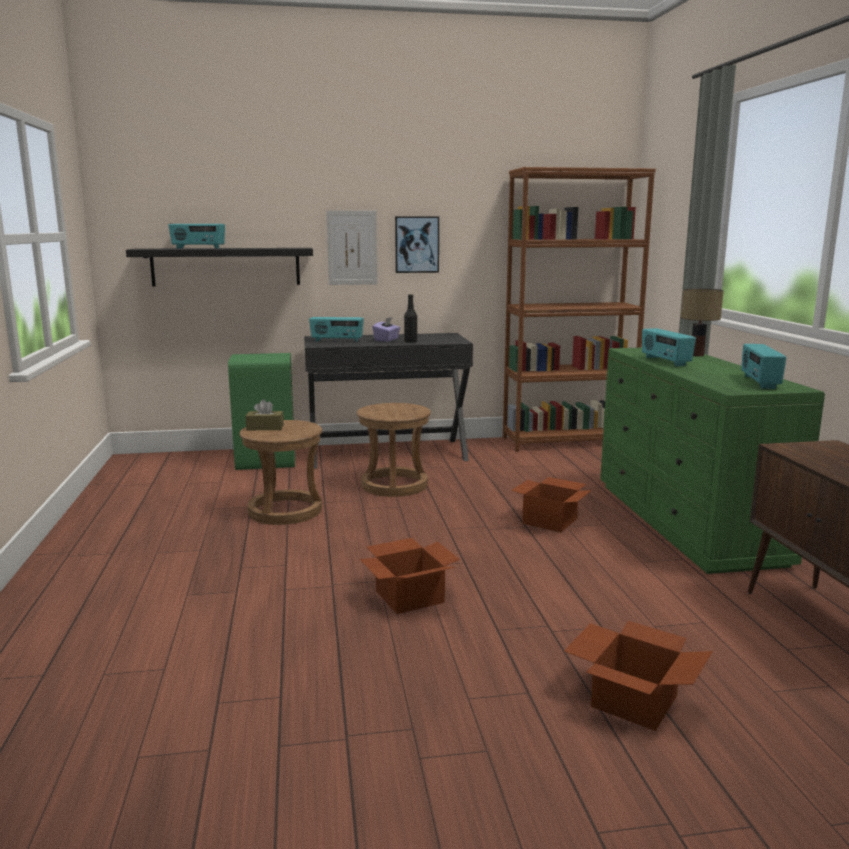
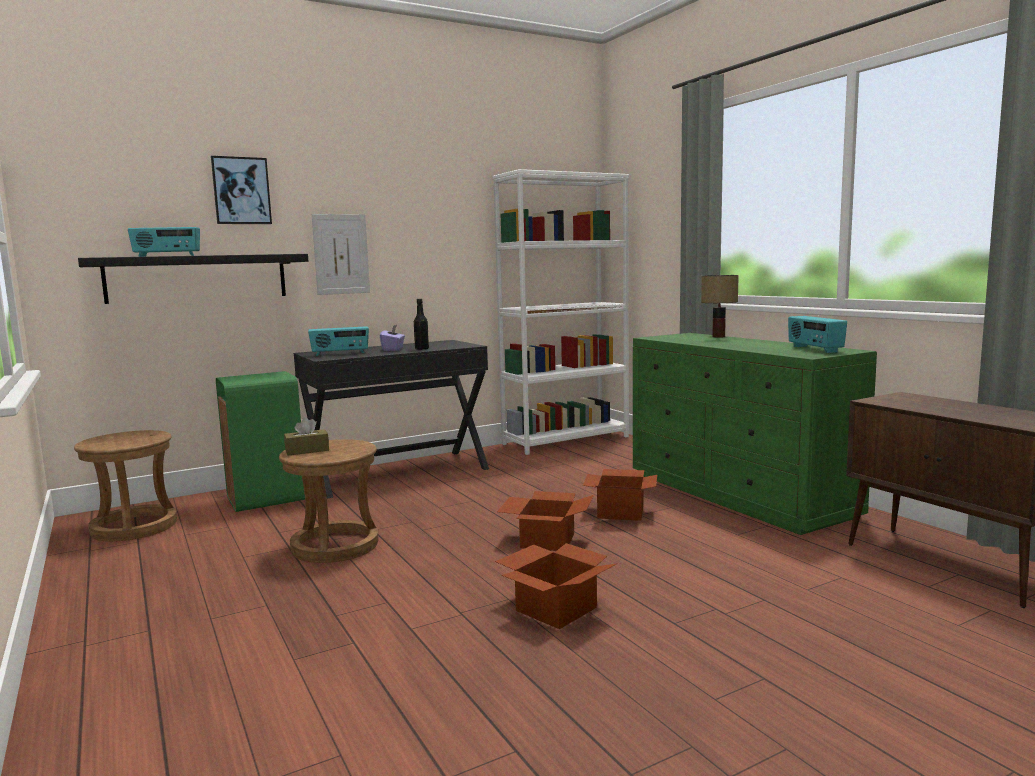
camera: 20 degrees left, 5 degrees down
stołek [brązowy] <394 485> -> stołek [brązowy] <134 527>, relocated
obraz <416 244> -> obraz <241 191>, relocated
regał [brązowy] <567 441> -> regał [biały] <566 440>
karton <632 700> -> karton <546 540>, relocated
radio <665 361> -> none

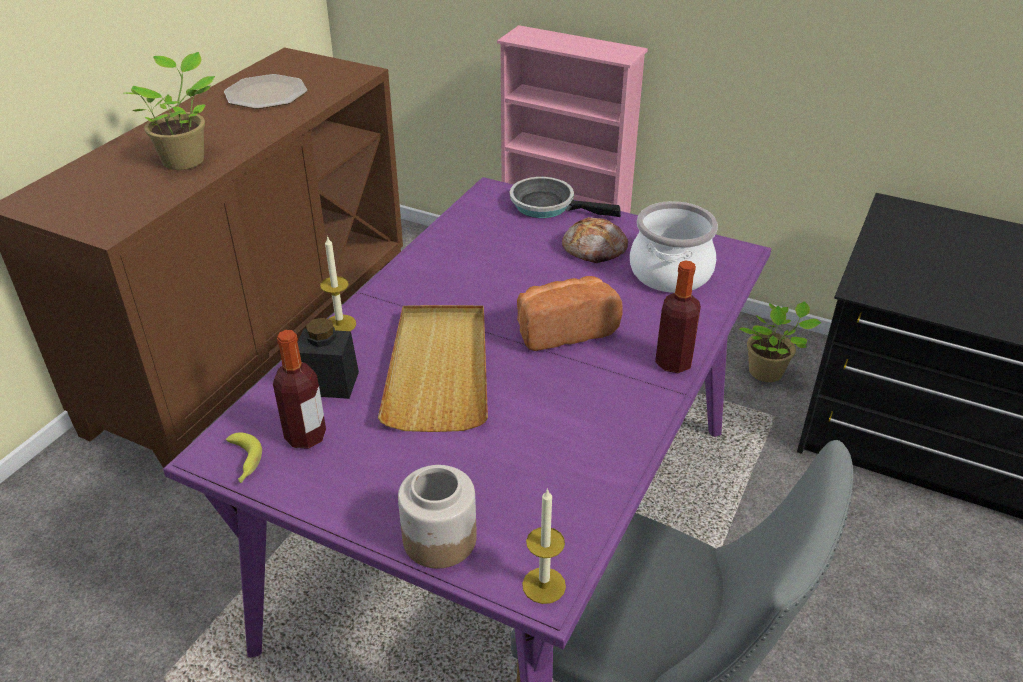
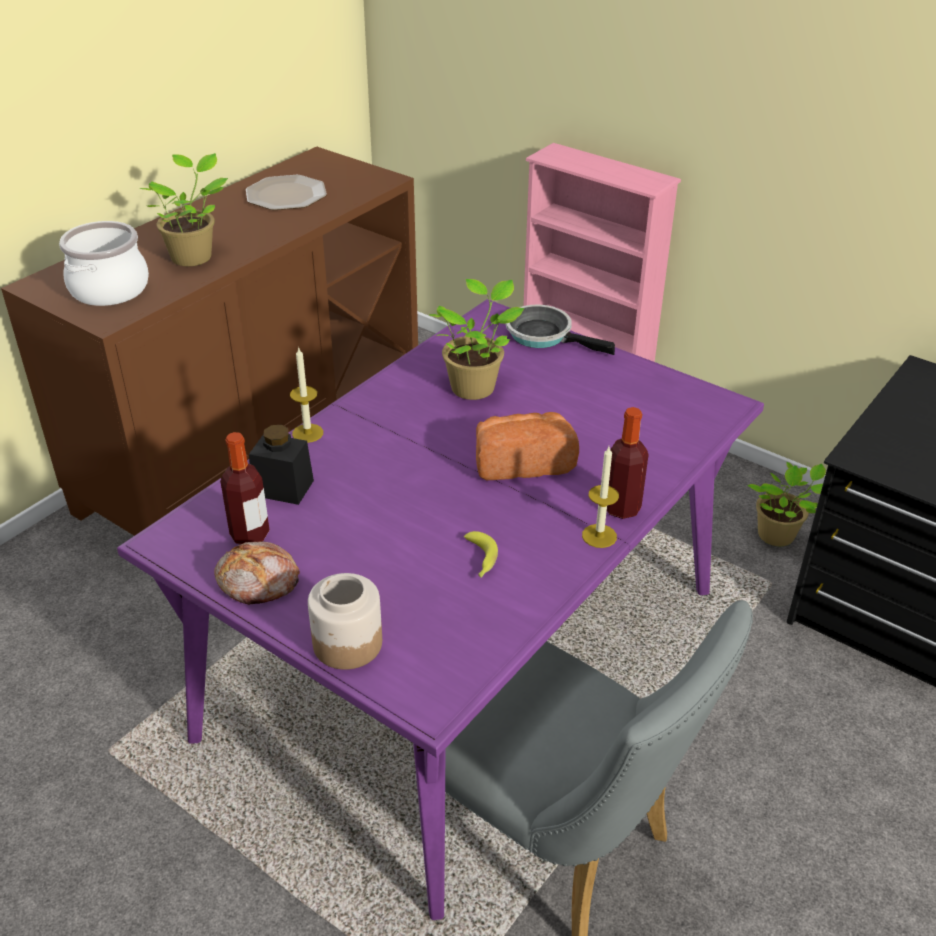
camera: 10 degrees right, 0 degrees up
banan <243 463> -> banan <480 560>, relocated
taca [beżowy] <439 369> -> none
świeca <544 585> -> świeca <599 536>, relocated
chleb <595 249> -> chleb <258 582>, relocated
garnek <671 273> -> garnek <110 290>, relocated
none -> roślina doniczkowa <475 386>

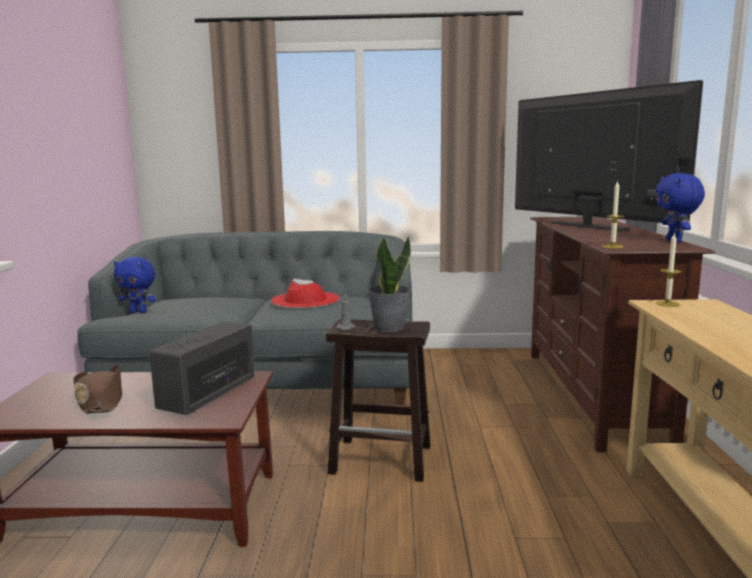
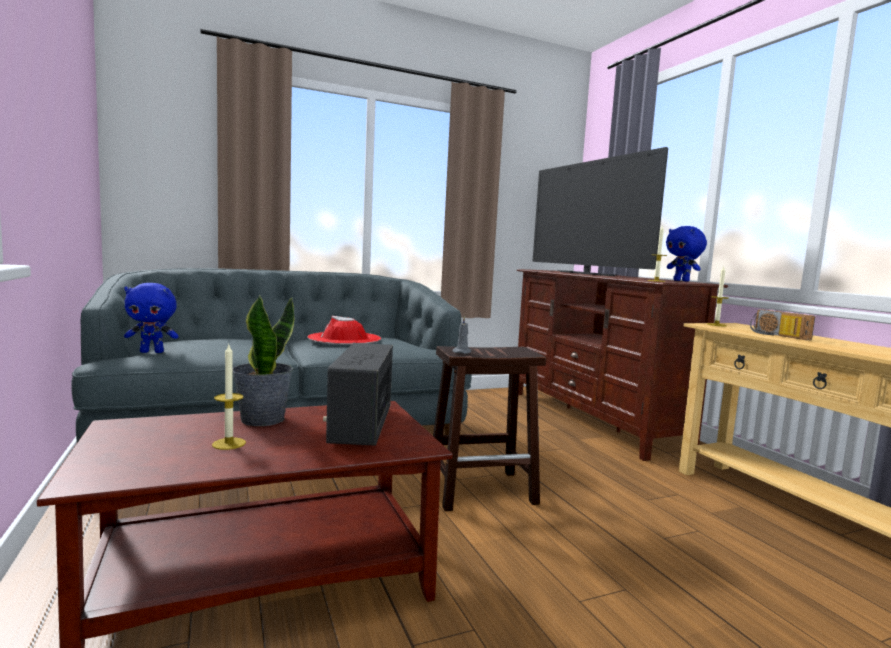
camera: 25 degrees left, 5 degrees down
kapelusz [brązowy] <101 401> -> świeca <229 443>
roślina doniczkowa <389 327> -> roślina doniczkowa <262 419>, relocated
telewizor <587 226> -> telewizor <585 273>, 150 degrees counterclockwise
none -> radio <776 335>

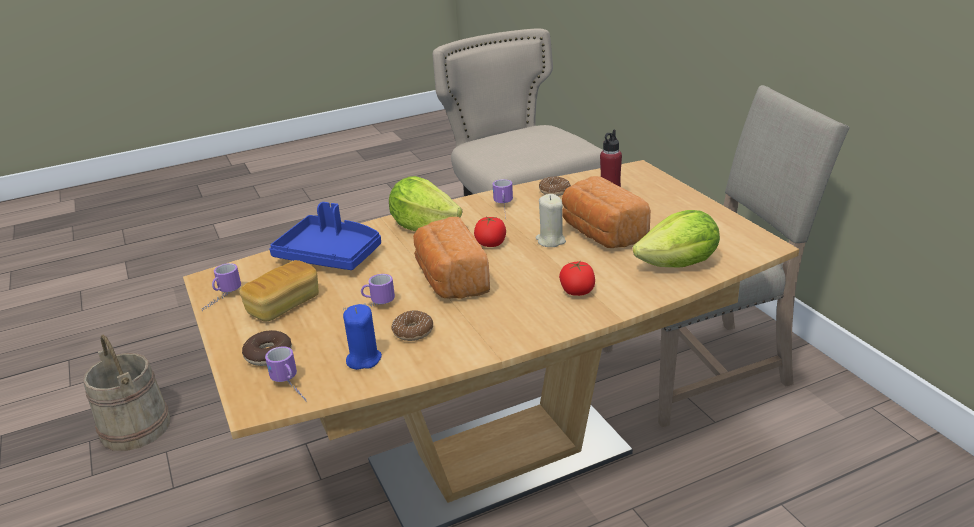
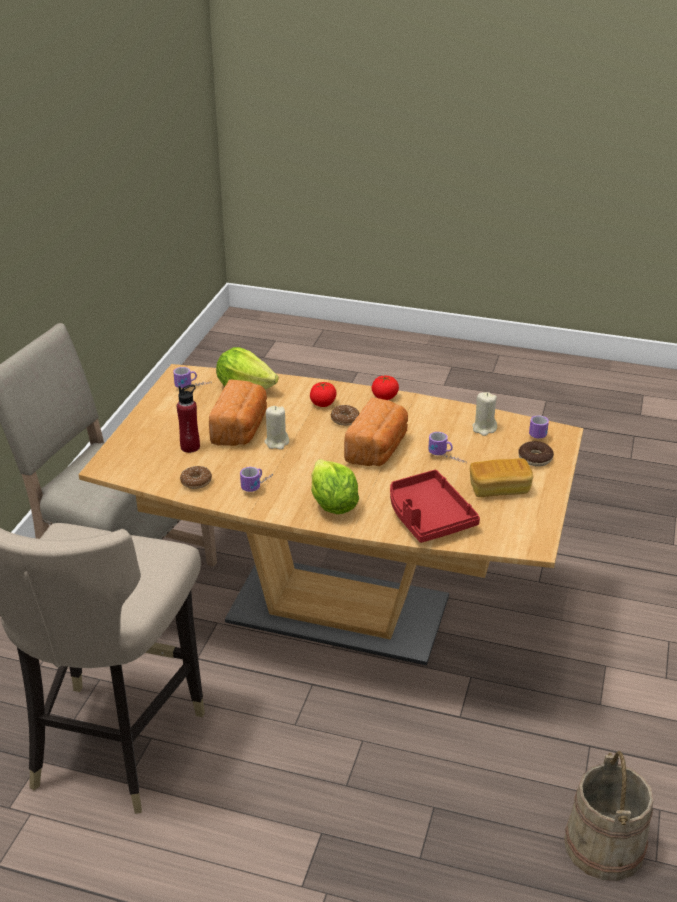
camera: 140 degrees left, 5 degrees up
kubek <221 299> -> kubek <193 387>, relocated
taca [niebieski] <331 255> -> taca [czerwony] <428 517>
świeca [niebieski] <363 359> -> świeca [beżowy] <484 428>
donut <413 331> -> donut <345 419>, relocated
pomidor <490 244> -> pomidor <385 397>, relocated

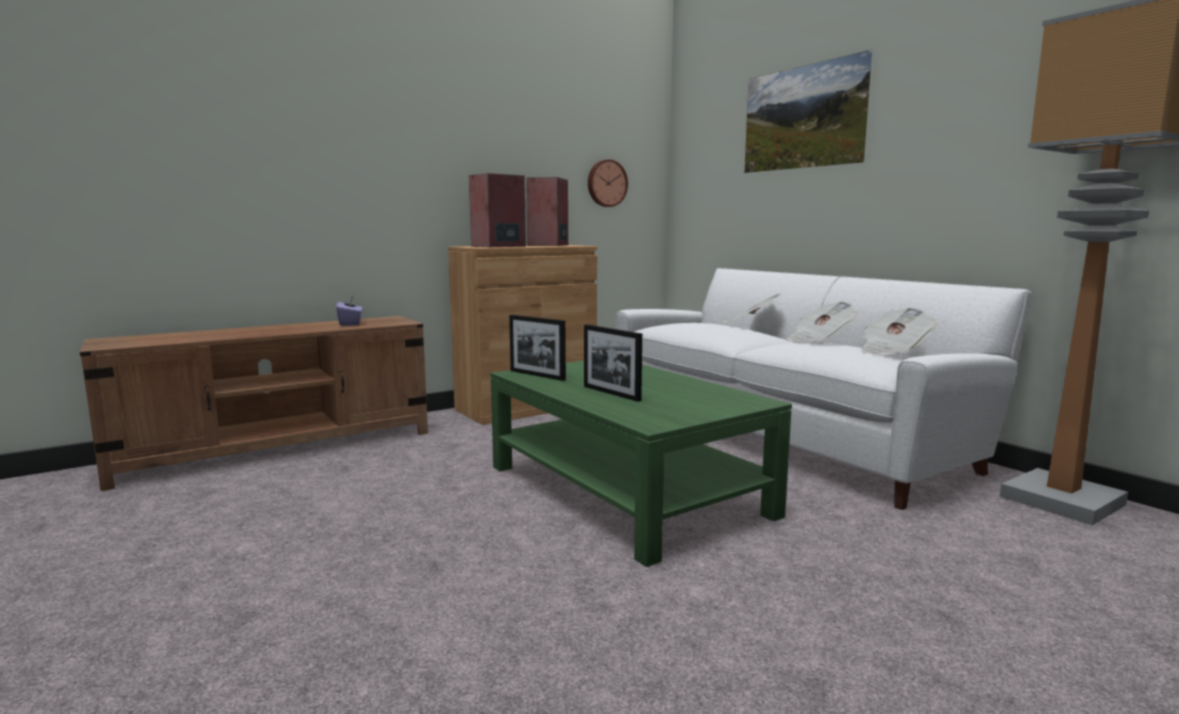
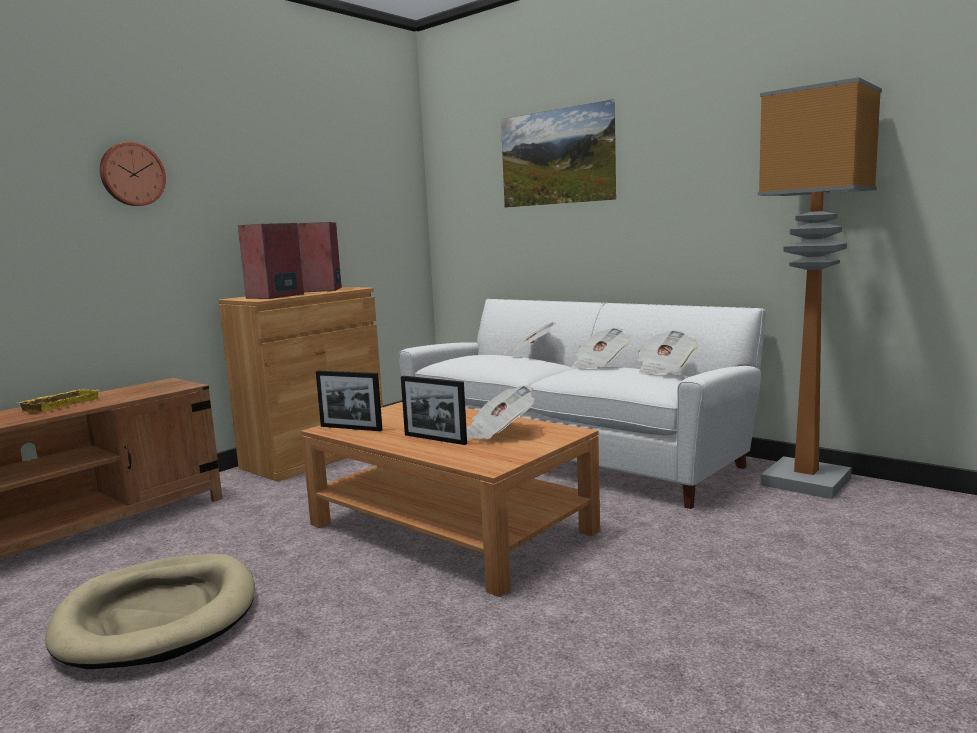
camera: 15 degrees left, 0 degrees up
pudełko chusteczek [fioletowy] <350 323> -> none
ława [zielony] <626 490> -> ława [brązowy] <451 528>
zegar ścienny <606 183> -> zegar ścienny <132 174>, relocated
none -> taca [żółty] <60 404>
none -> legowisko [beżowy] <158 616>
none -> gazeta <497 433>

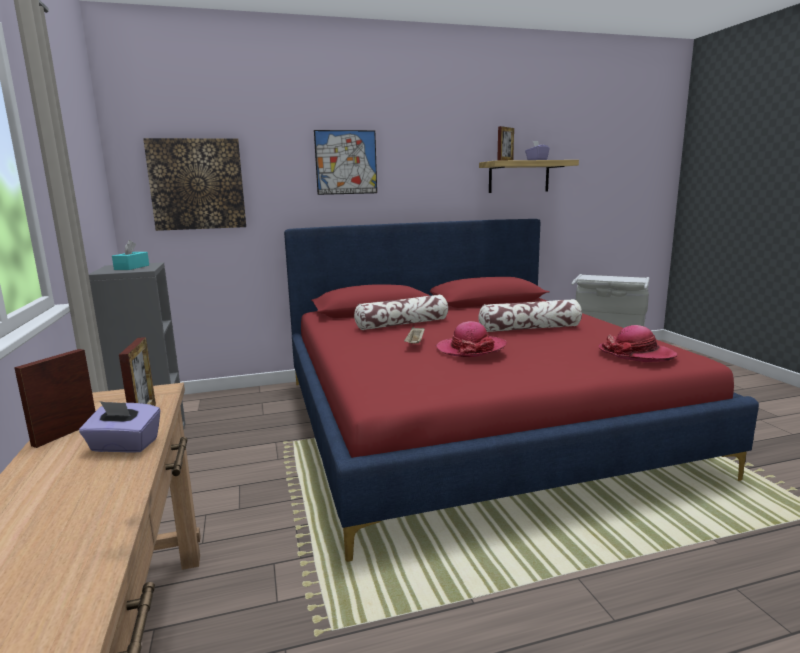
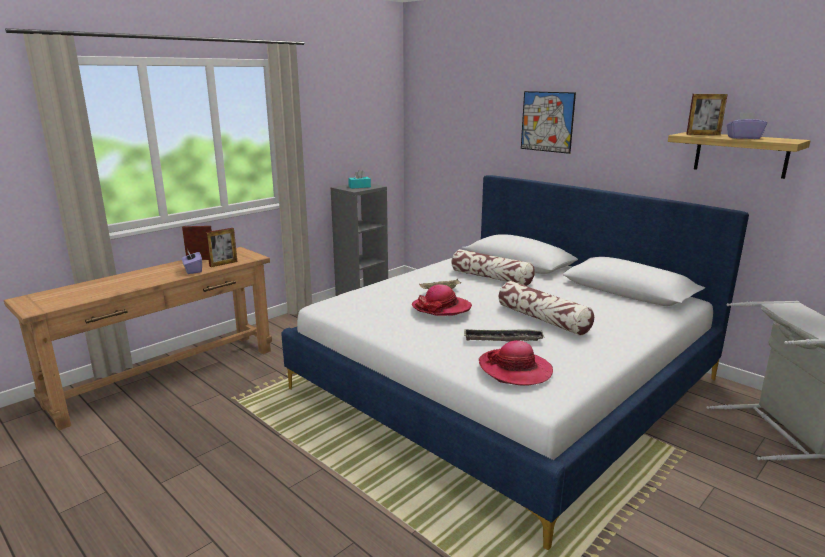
camera: 60 degrees right, 5 degrees up
obraz <197 184> -> none
łóżko [czerwony] <471 422> -> łóżko [biały] <505 384>
none -> taca <503 339>

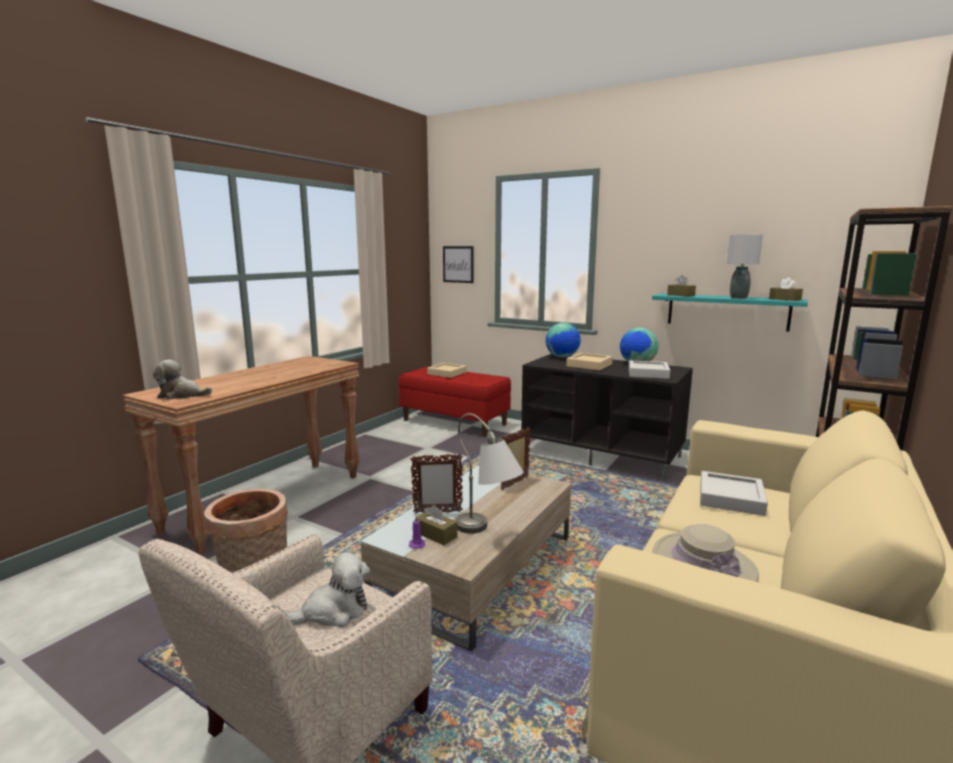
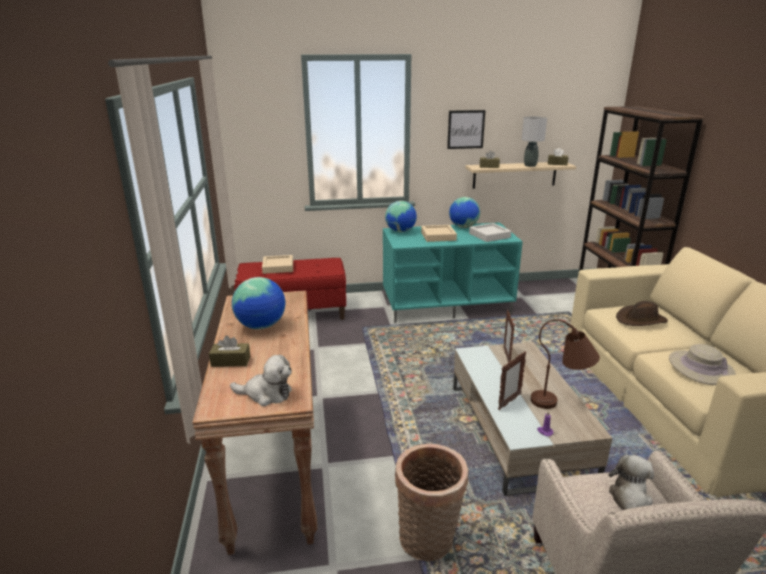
camera: 40 degrees left, 10 degrees up
pluszak <181 395> -> pluszak <266 394>, 135 degrees counterclockwise
pudełko chusteczek [brązowy] <436 535> -> pudełko chusteczek [brązowy] <231 361>, relocated
obraz <458 264> -> obraz <466 129>, relocated
lampa stołowa [szary] <487 533> -> lampa stołowa [brązowy] <561 401>
szafka pod telewizor [czarny] <602 454> -> szafka pod telewizor [turkusowy] <447 305>
półka [turkusowy] <727 311> -> półka [beżowy] <514 175>
taca [szary] <730 498> -> kapelusz [brązowy] <641 320>
none -> globus <261 326>

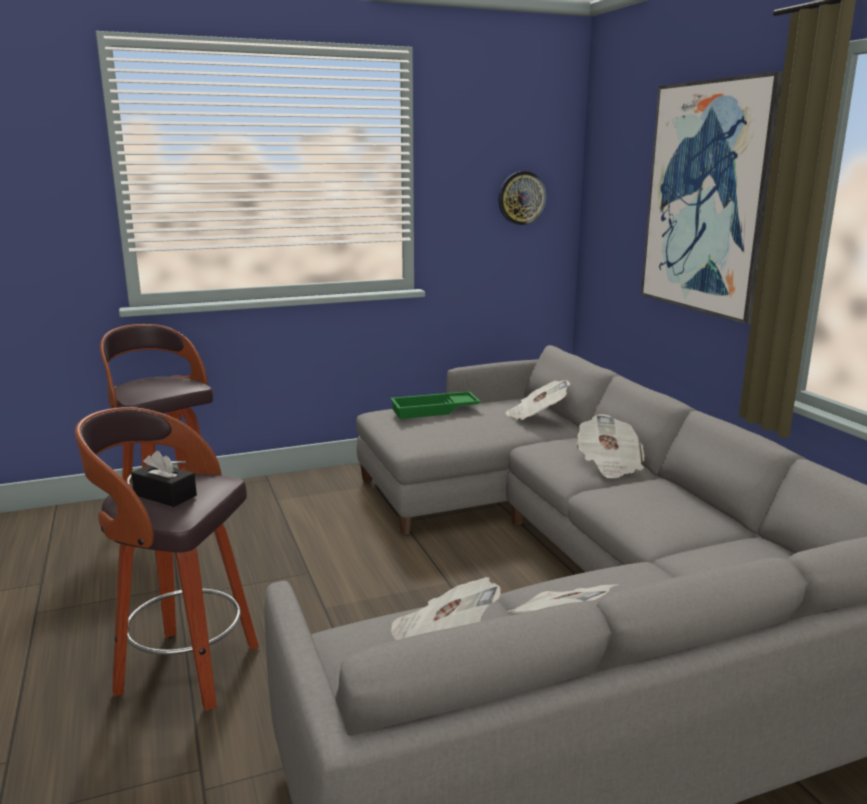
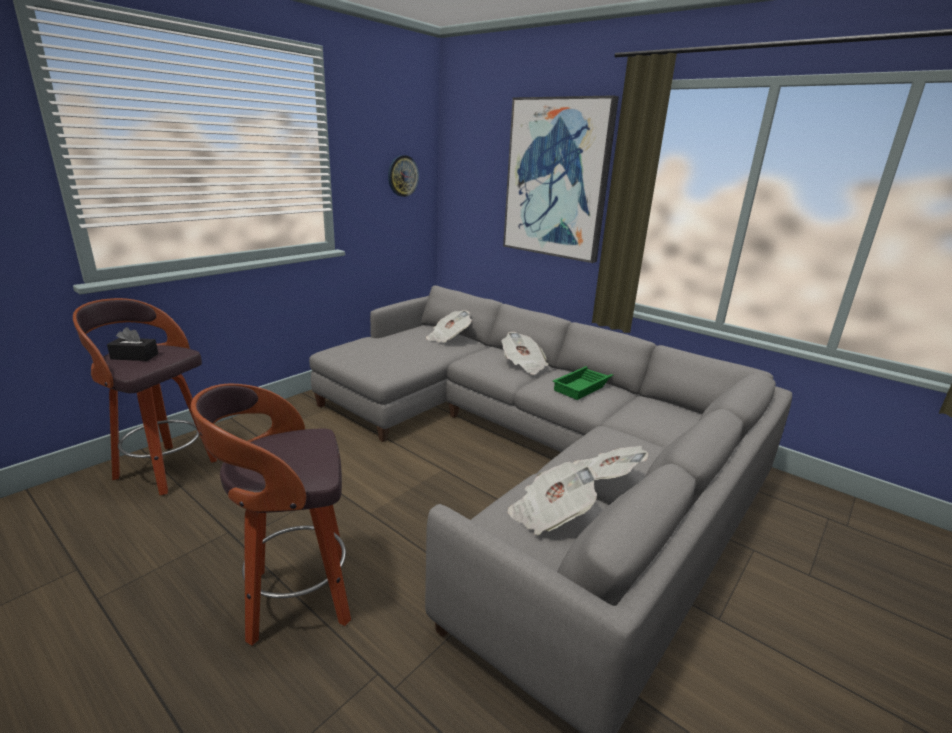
camera: 30 degrees left, 5 degrees up
pudełko chusteczek [czarny] <165 495> -> pudełko chusteczek [czarny] <134 356>, relocated
taca [zielony] <434 411> -> taca [zielony] <586 385>, relocated

